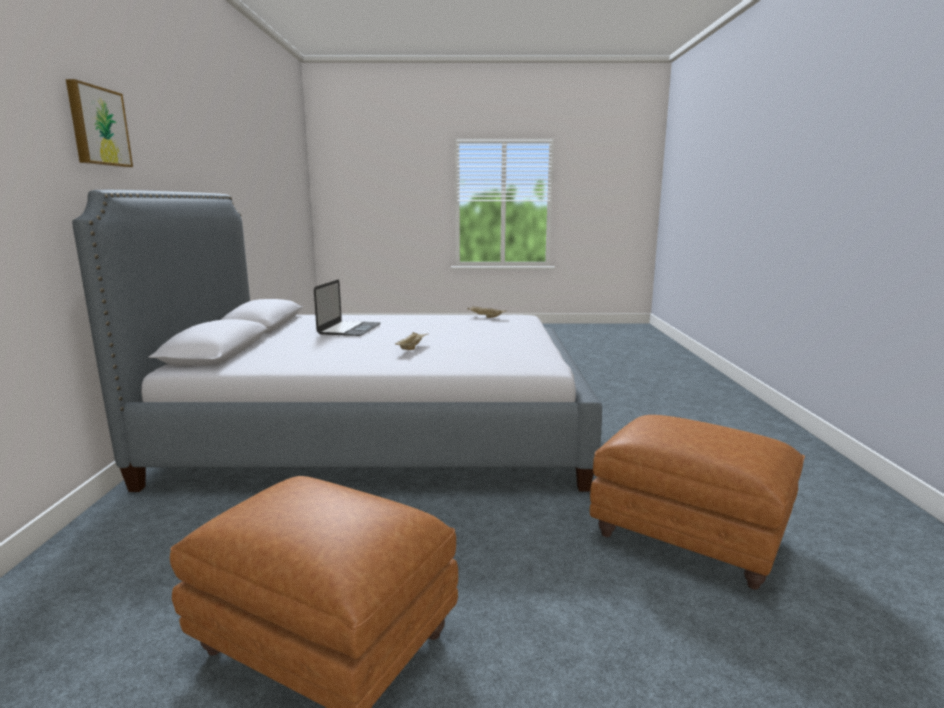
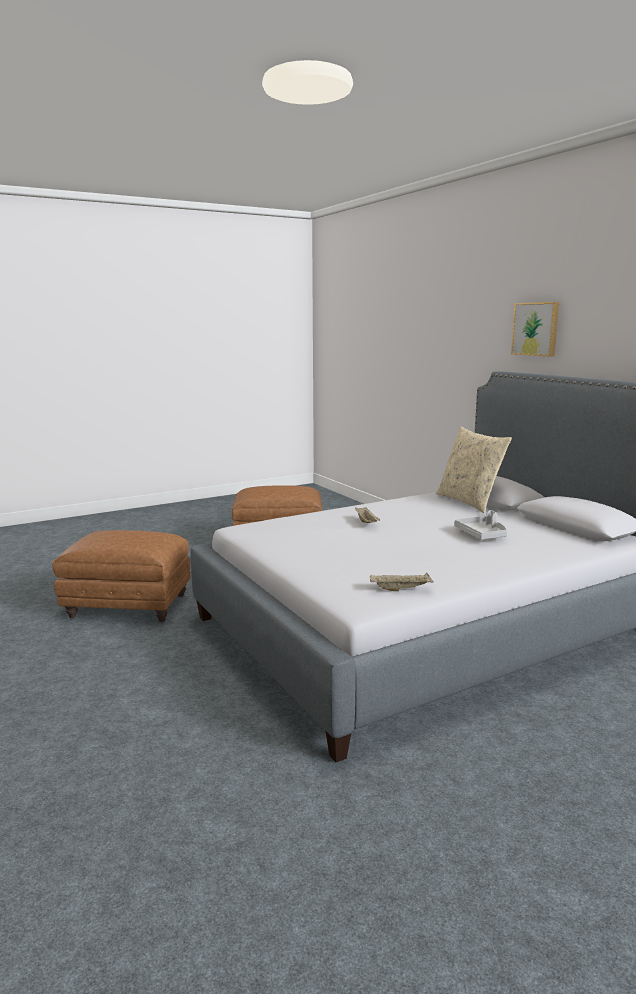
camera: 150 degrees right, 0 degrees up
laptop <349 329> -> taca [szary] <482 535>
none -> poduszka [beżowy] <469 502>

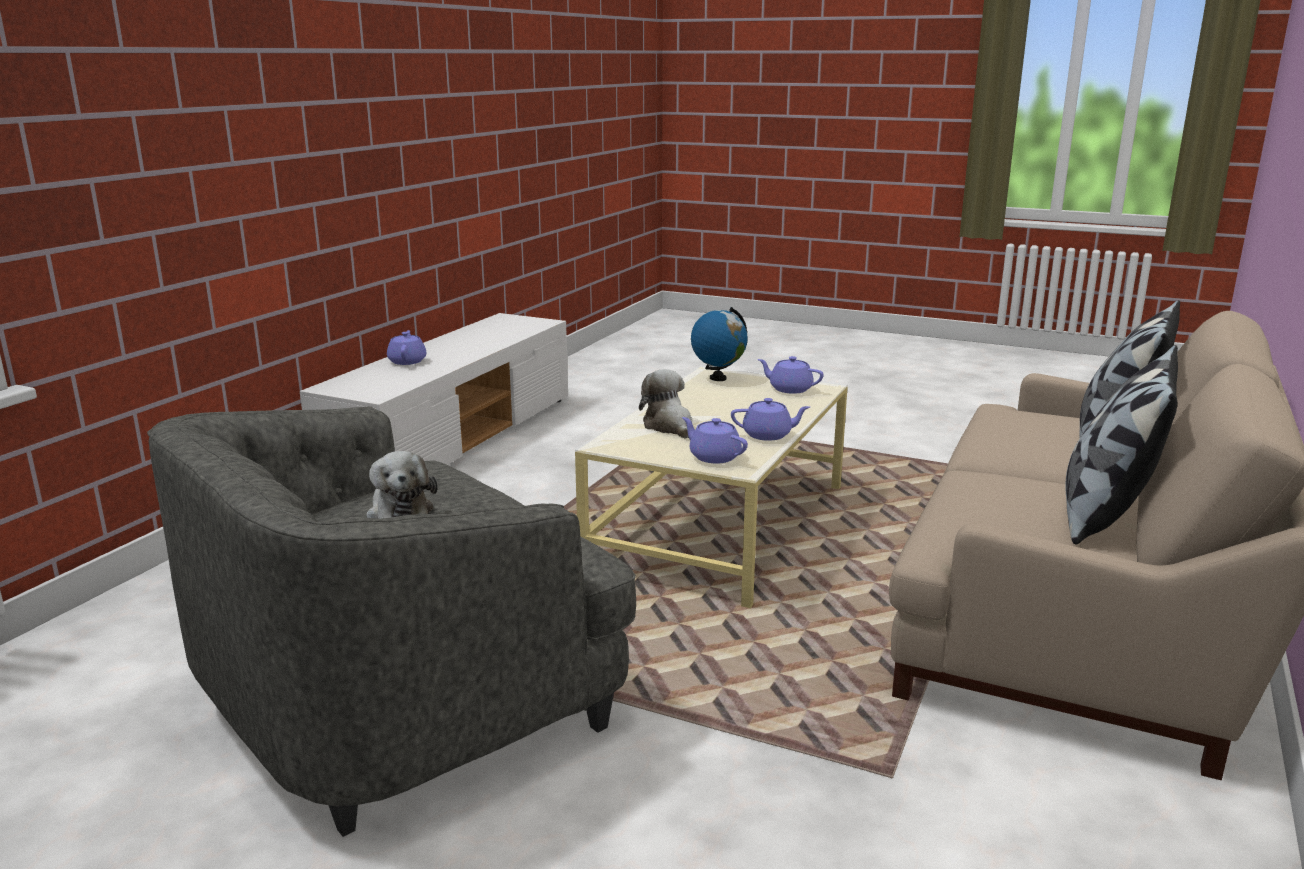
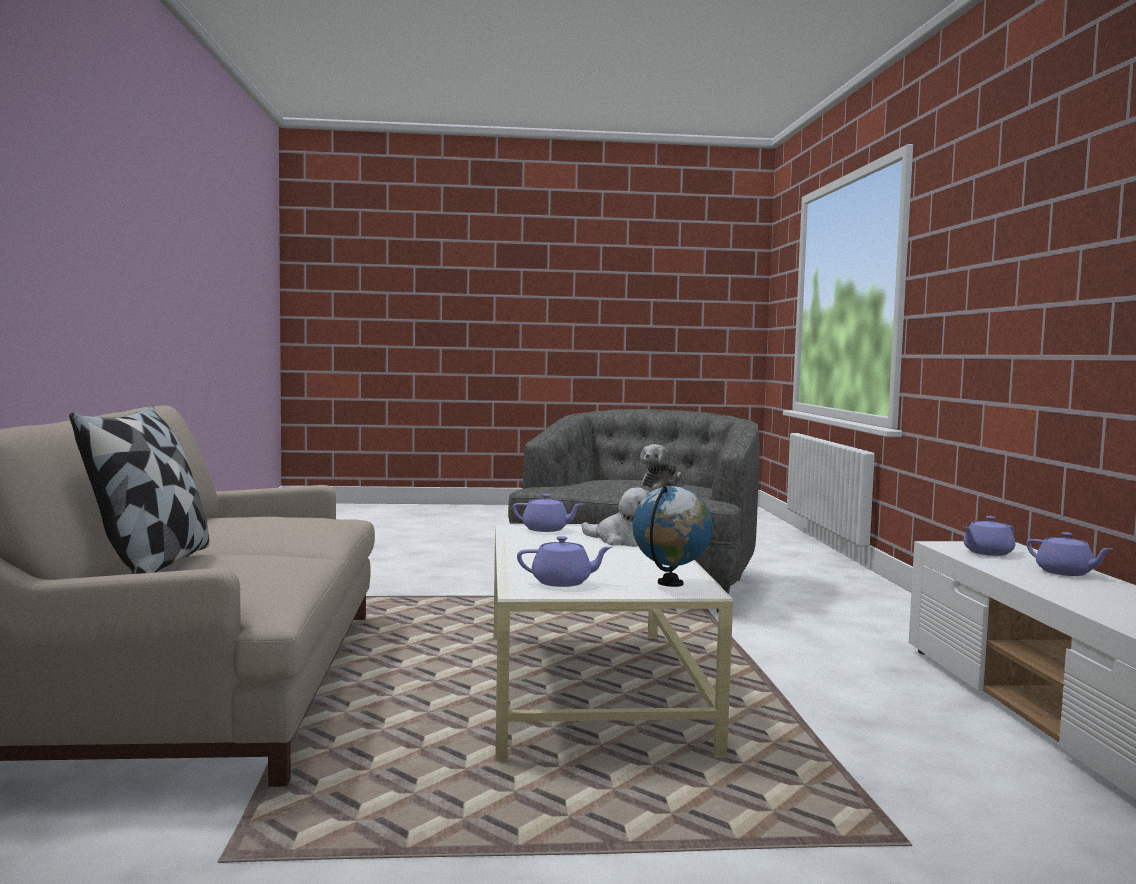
camera: 150 degrees right, 15 degrees down
pluszak <400 511> -> pluszak <661 485>, 90 degrees counterclockwise
imbryk [fioletowy] <768 435> -> imbryk [fioletowy] <987 553>, relocated
poduszka <1106 515> -> none

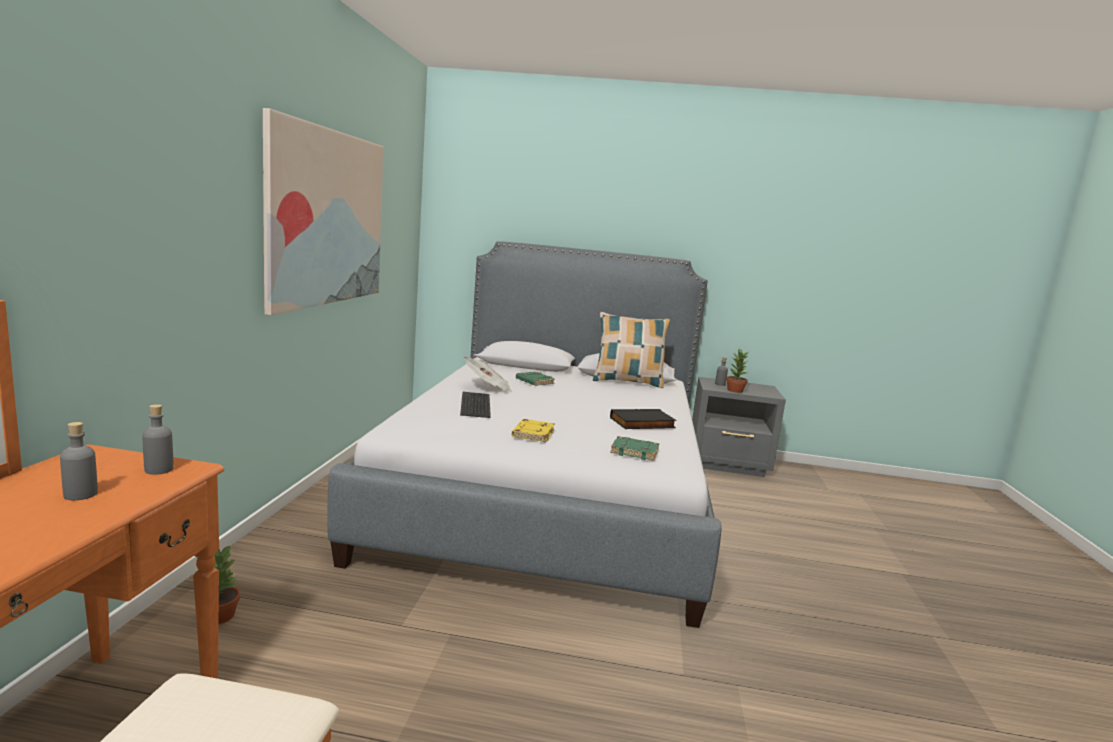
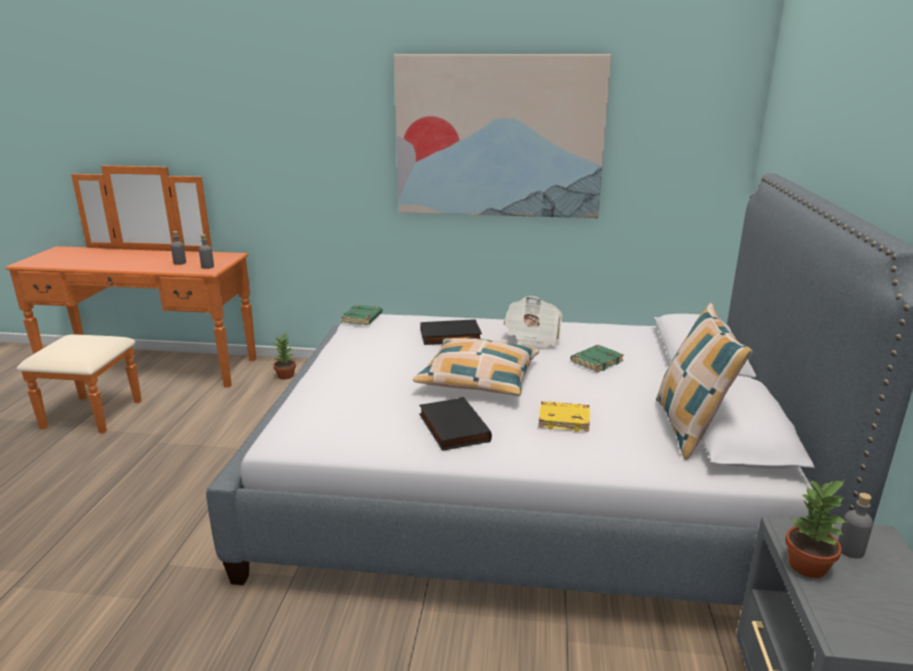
camera: 90 degrees right, 10 degrees up
klawiatura <476 405> -> książka [czarny] <450 336>
książka [żółty] <532 434> -> książka [żółty] <564 420>, relocated
książka [zielony] <635 452> -> książka [zielony] <362 318>, relocated
none -> poduszka <478 378>

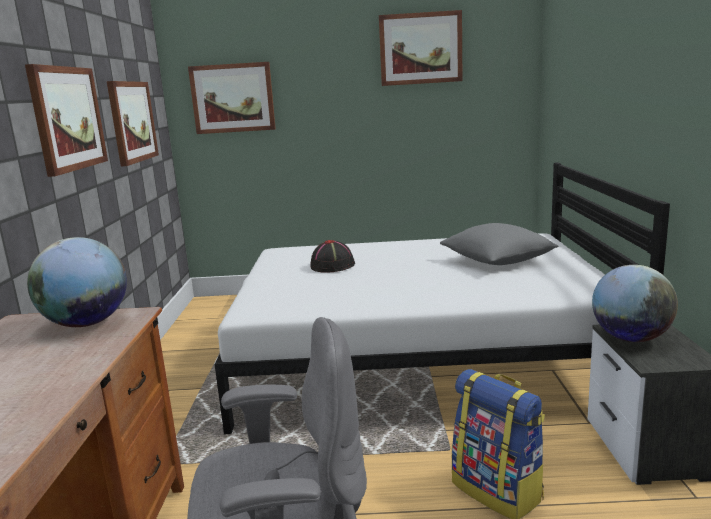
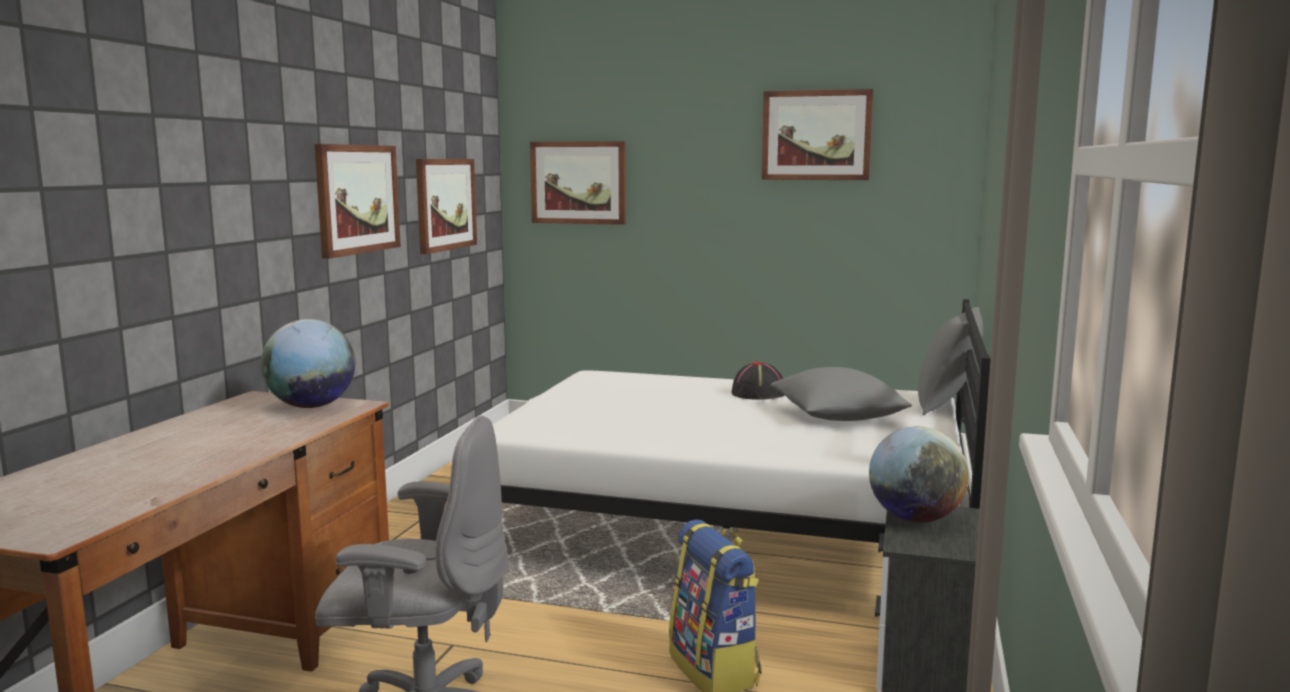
camera: 15 degrees right, 5 degrees down
kapelusz [czarny] <332 265> -> kapelusz [czarny] <759 393>, relocated
none -> poduszka [szary] <947 406>

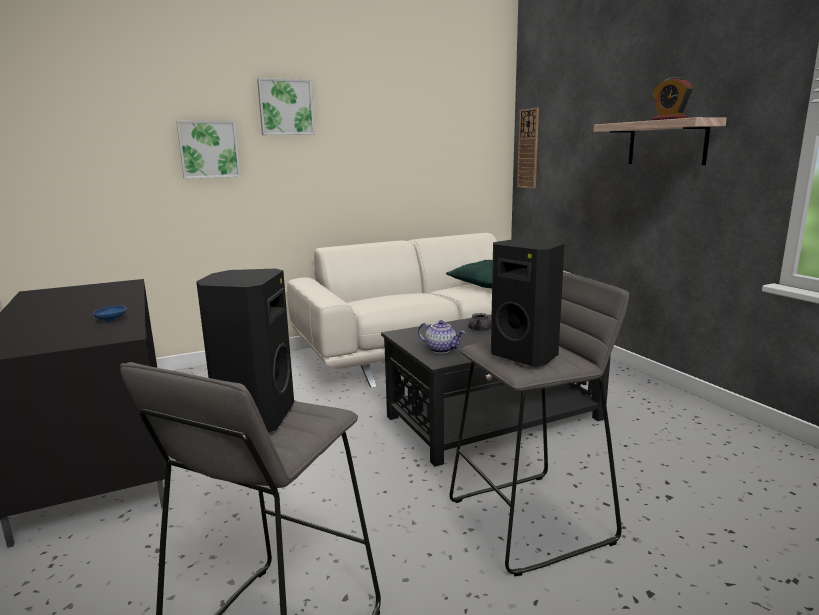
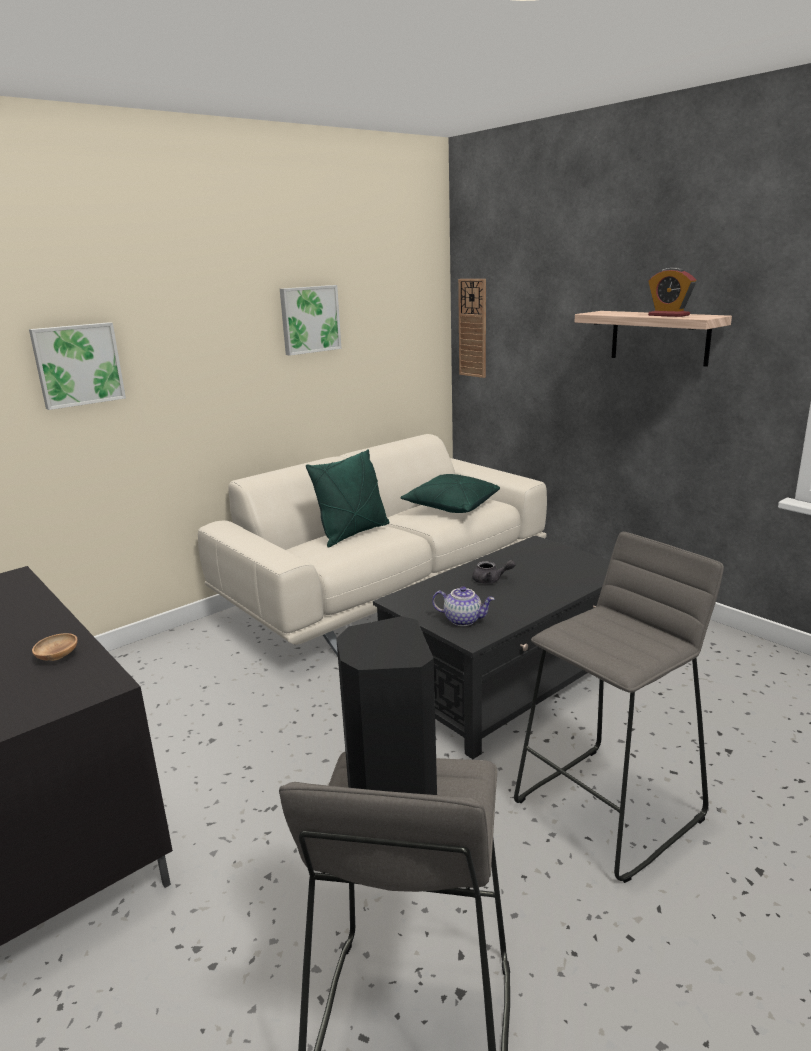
camera: 15 degrees left, 5 degrees up
miska [niebieski] <111 320> -> miska [brązowy] <58 657>
obraz <285 107> -> obraz <309 319>, relocated
głośnik [czarny] <526 356> -> none
none -> poduszka [zielony] <353 533>

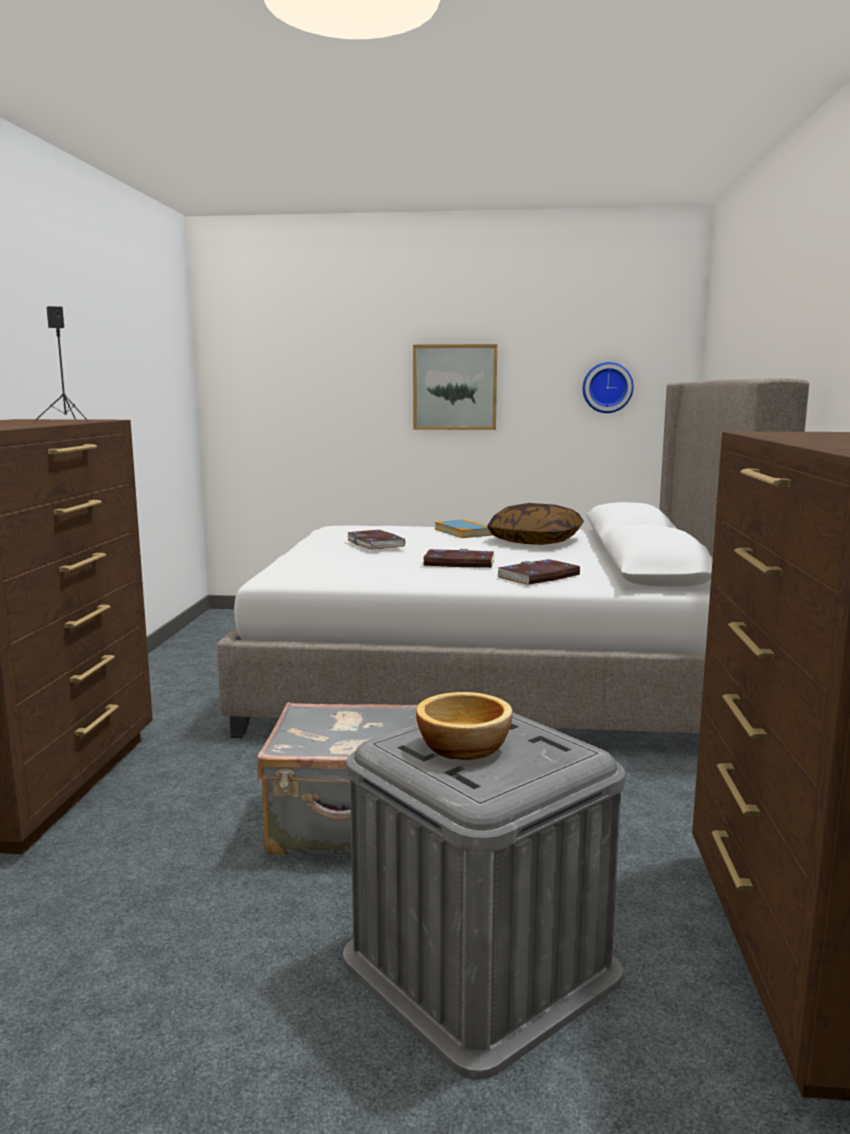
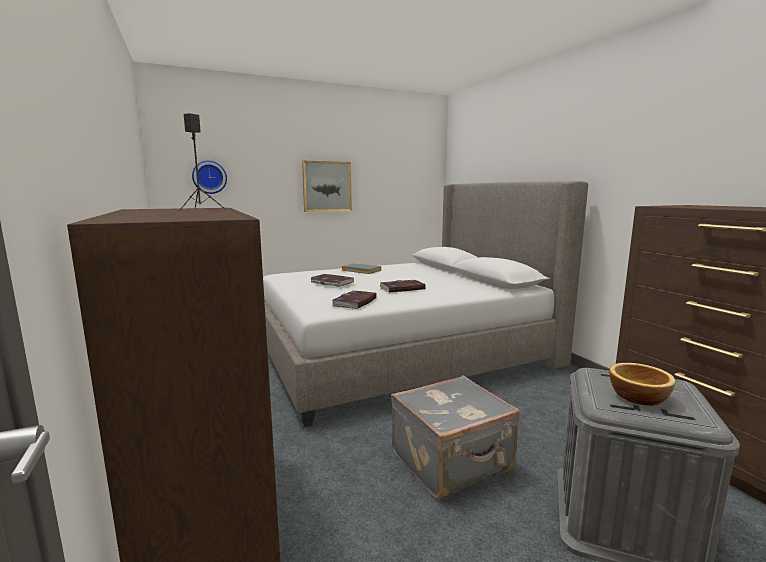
camera: 30 degrees left, 0 degrees up
poduszka <535 541> -> none
książka <538 576> -> książka <355 302>, relocated
zegar ścienny <607 387> -> zegar ścienny <209 177>, relocated

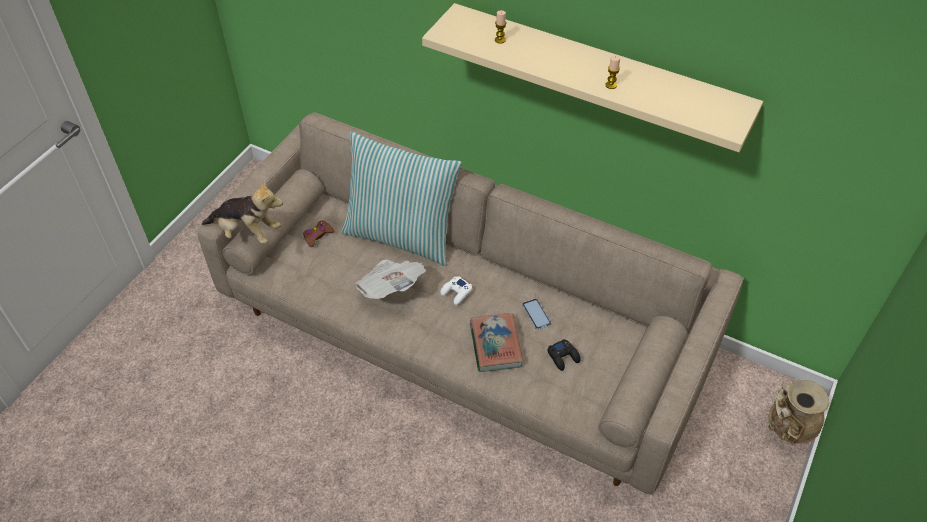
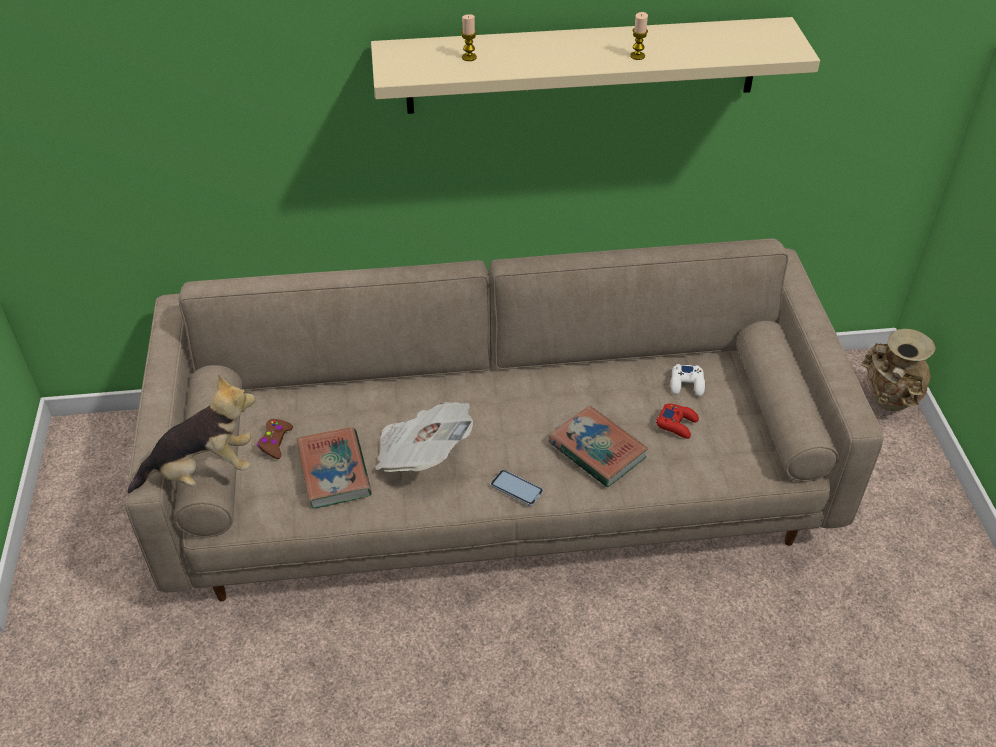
camera: 35 degrees left, 5 degrees down
poduszka <401 235> -> none
pad do gier [biały] <456 293> -> pad do gier [biały] <687 384>, relocated
telefon <536 314> -> telefon <516 488>, relocated
pad do gier [czarny] <563 357> -> pad do gier [czerwony] <677 424>
none -> książka <334 471>

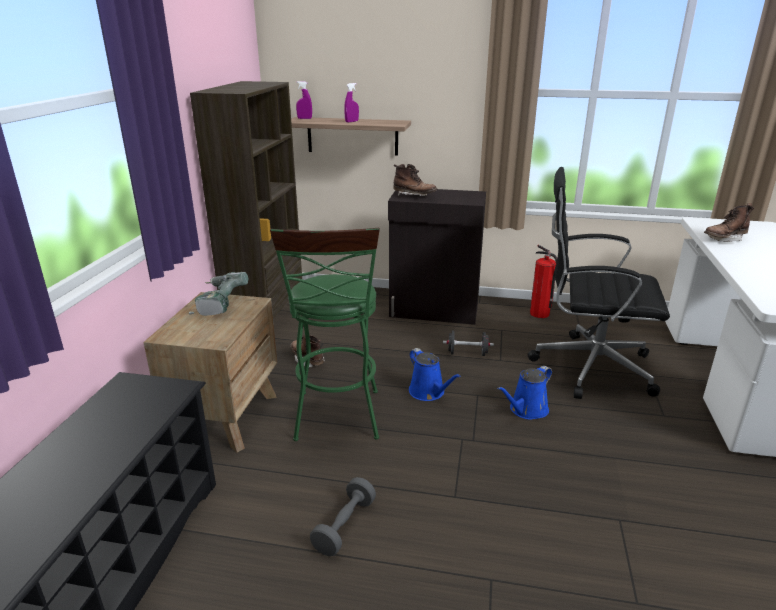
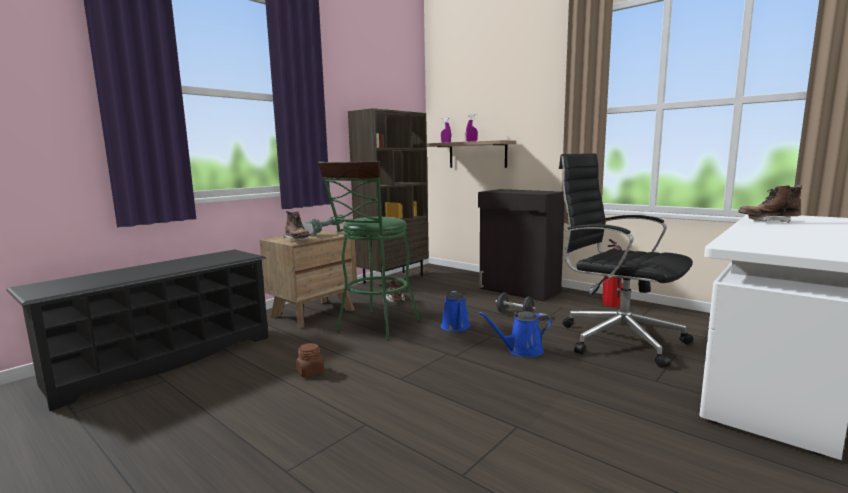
camera: 30 degrees right, 15 degrees down
hantel [szary] <344 526> -> słoik [brązowy] <310 372>
but z cholewką [brązowy] <414 196> -> but z cholewką [brązowy] <297 240>, relocated

